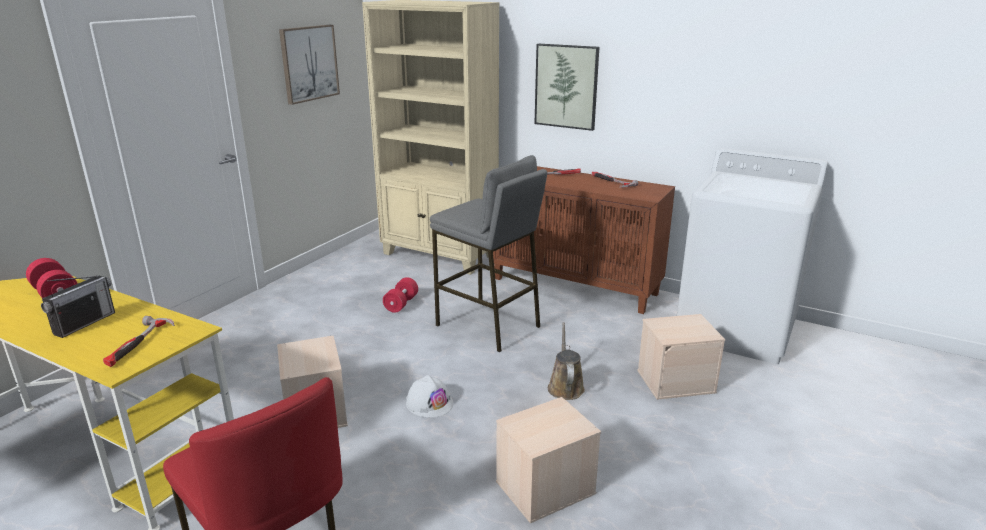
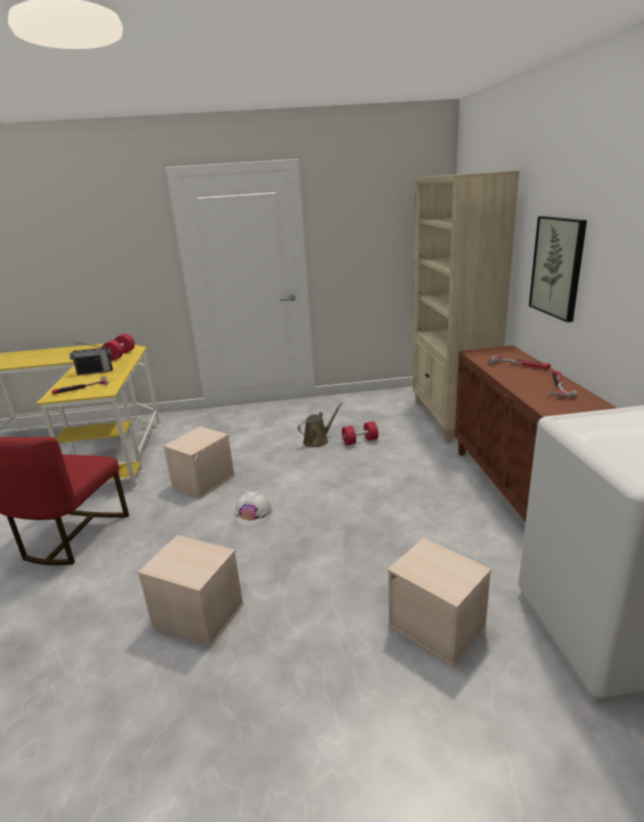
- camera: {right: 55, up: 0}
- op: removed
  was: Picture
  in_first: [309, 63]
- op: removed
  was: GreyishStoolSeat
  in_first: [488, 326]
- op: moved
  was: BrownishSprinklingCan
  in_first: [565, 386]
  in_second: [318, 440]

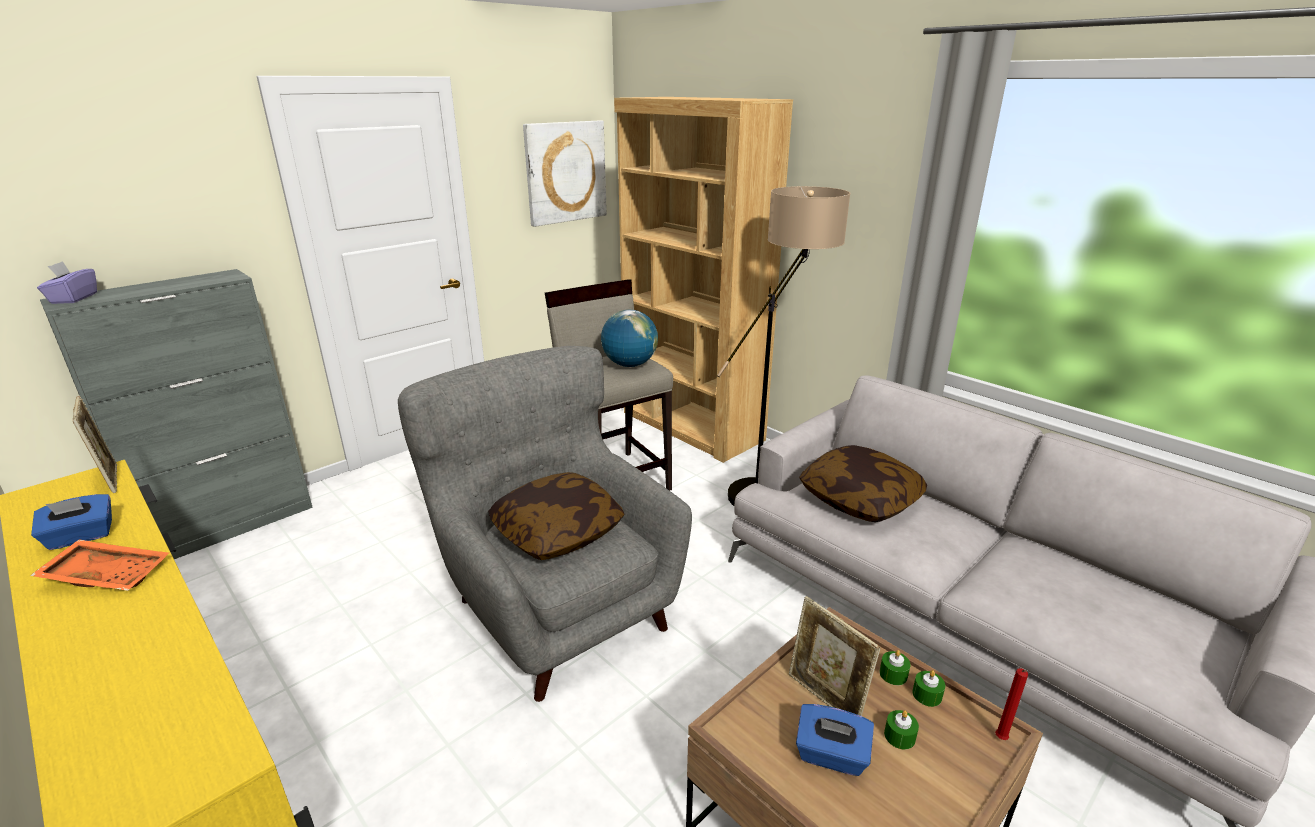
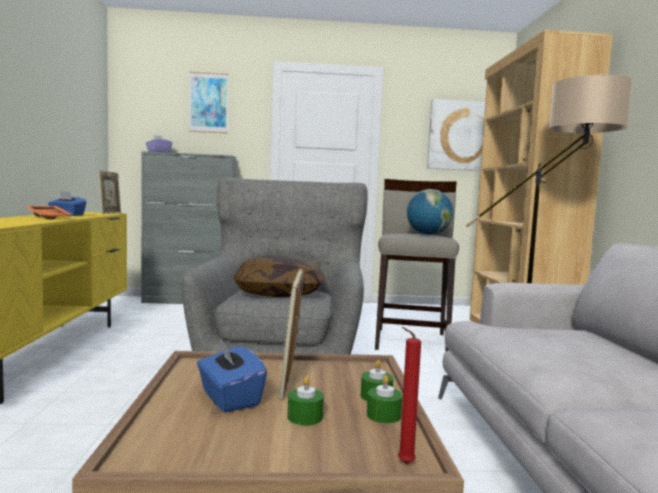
- camera: {right: 40, up: -20}
- op: removed
  was: Pillow
  in_first: [860, 499]
- op: added
  now: Picture
  in_second: [208, 103]

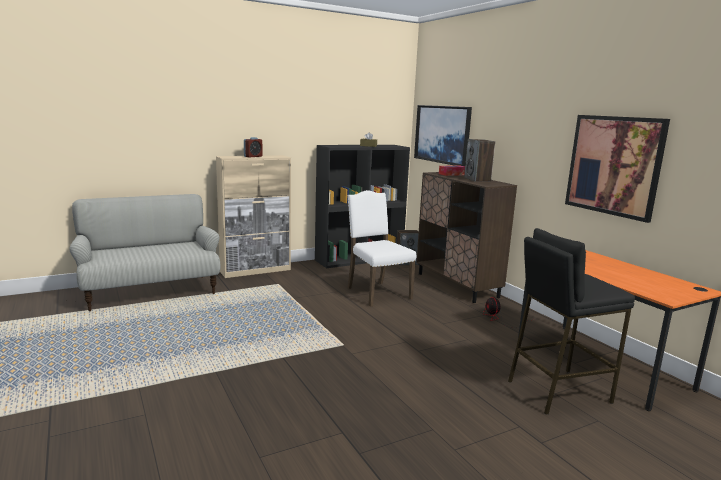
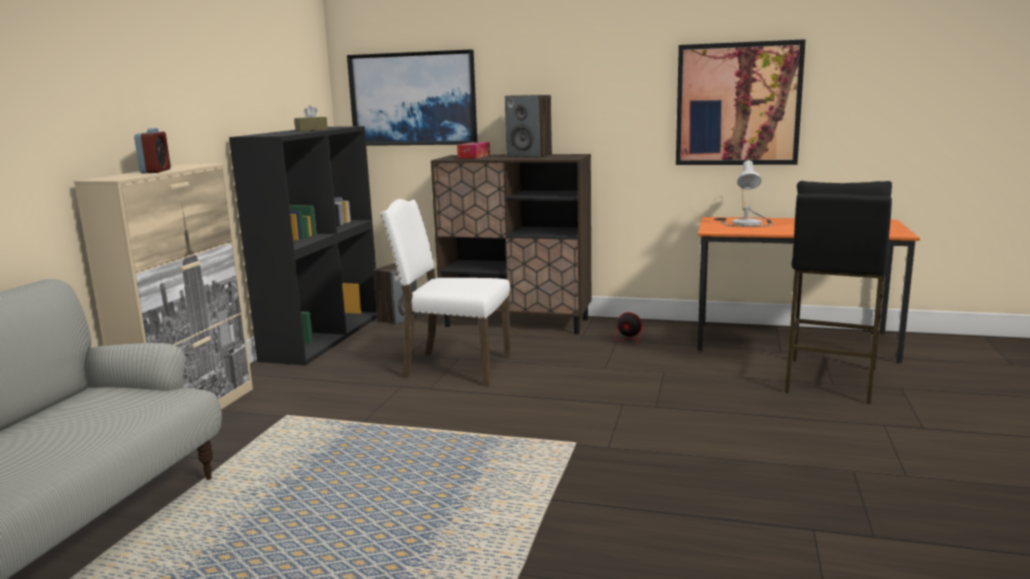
- camera: {right: -45, up: 0}
- op: added
  now: TableLamp
  in_second: [750, 223]

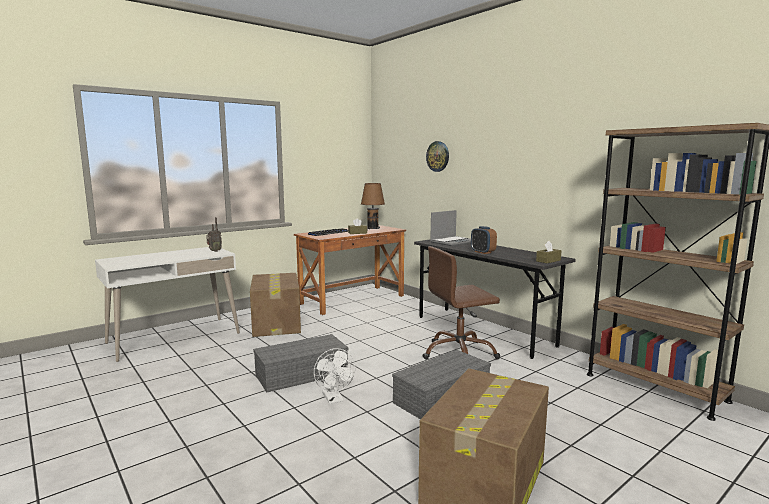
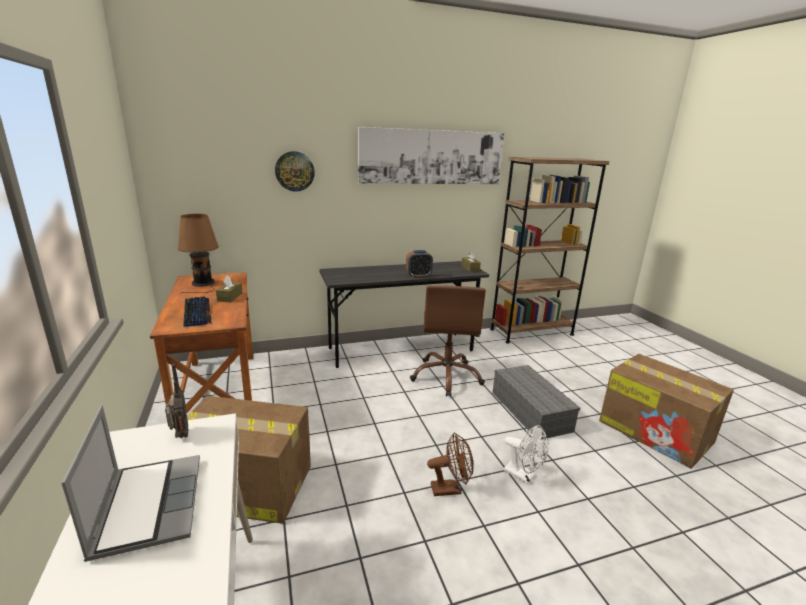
- camera: {right: -70, up: 10}
- op: moved
  was: PortableComputer
  in_first: [452, 242]
  in_second: [148, 504]
- op: replaced
  was: GreyishStorageBox
  now: BrownishElectricFan
  in_first: [302, 373]
  in_second: [450, 488]
- op: turned
  was: WhiteElectricFan
  in_first: [334, 399]
  in_second: [523, 476]
  clockwise: 45
- op: added
  now: Picture
  in_second: [432, 157]

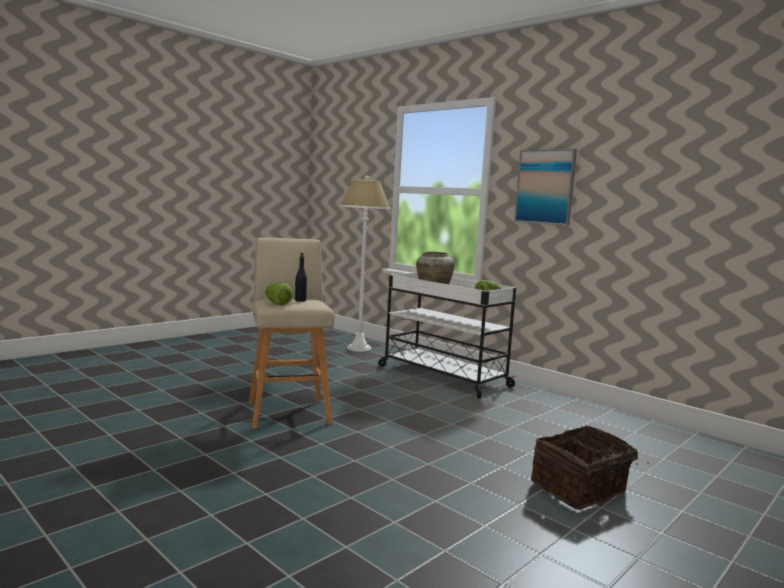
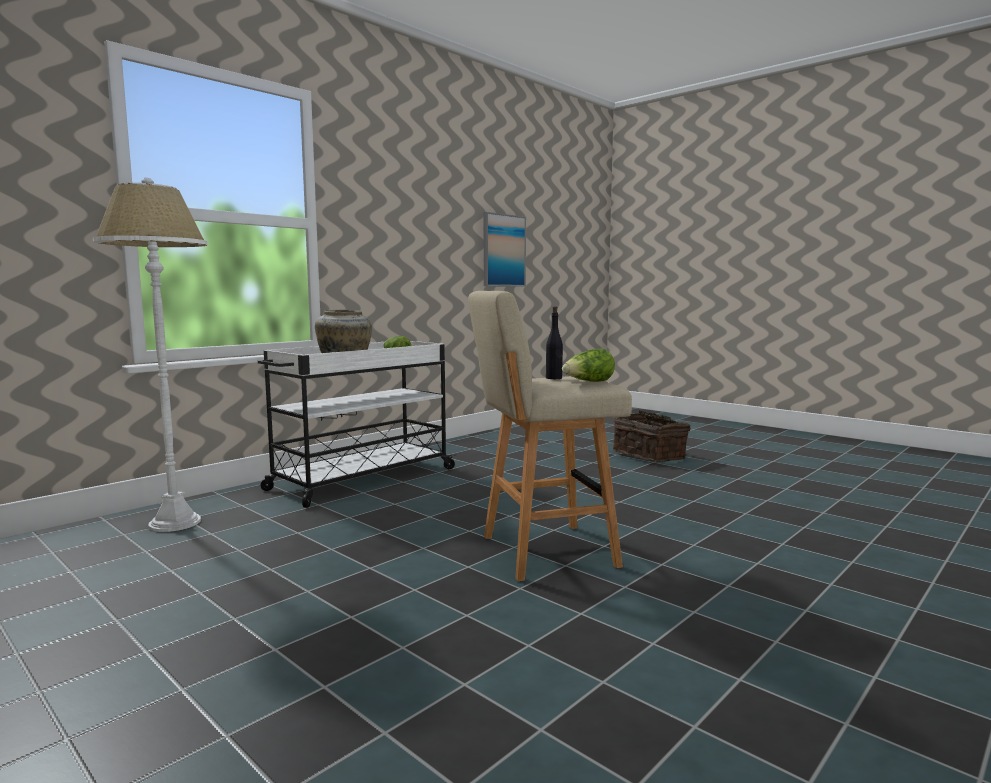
- camera: {right: -90, up: 0}
- op: moved
  was: Picture
  in_first: [545, 187]
  in_second: [503, 250]

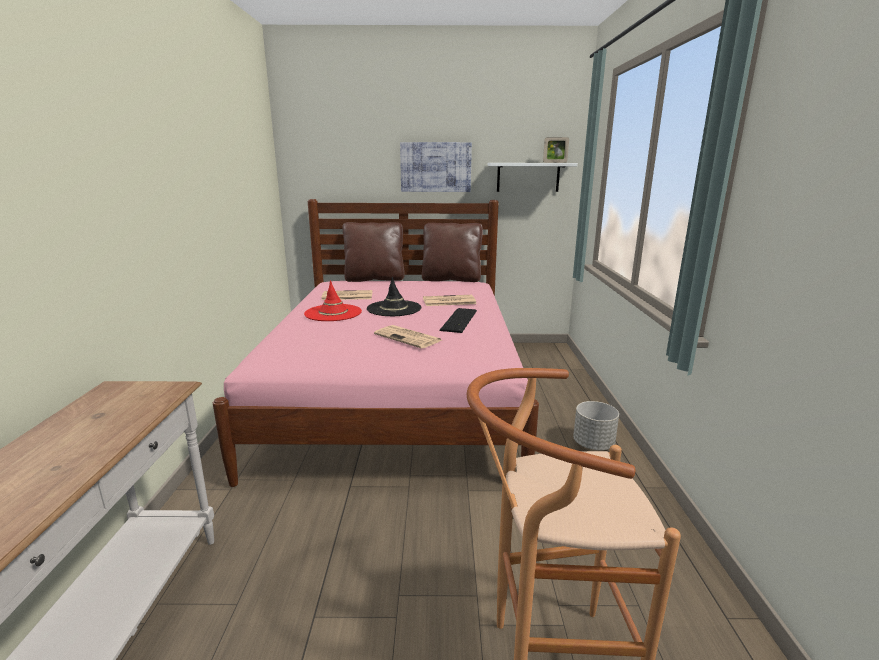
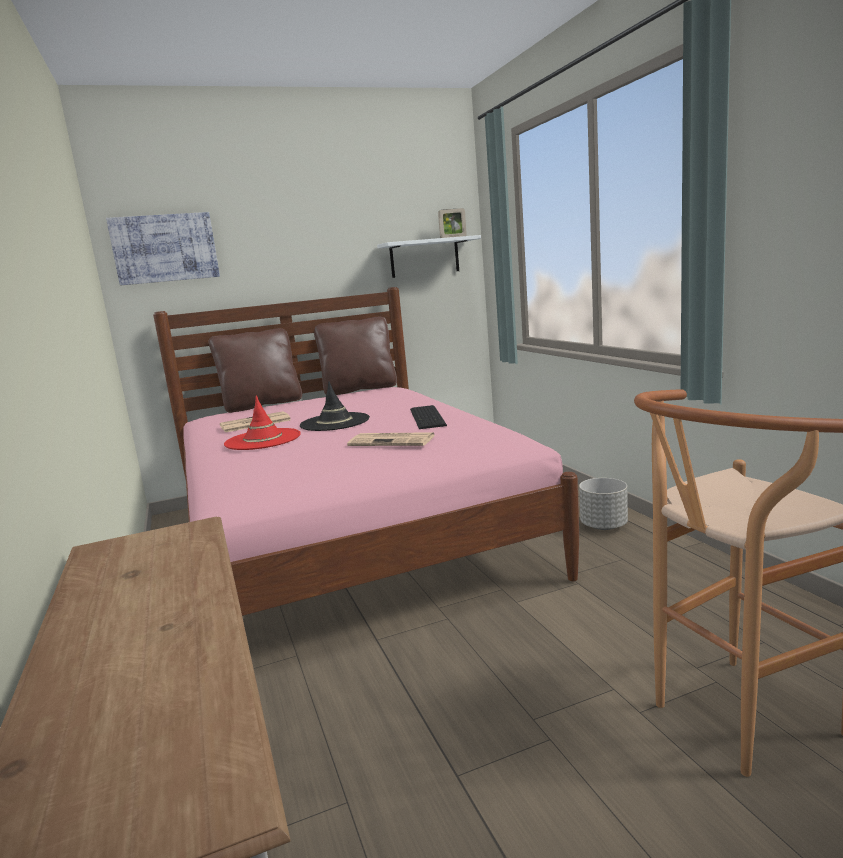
- camera: {right: -20, up: -5}
- op: moved
  was: Picture
  in_first: [435, 167]
  in_second: [165, 248]
- op: removed
  was: DailyPaper
  in_first: [448, 301]

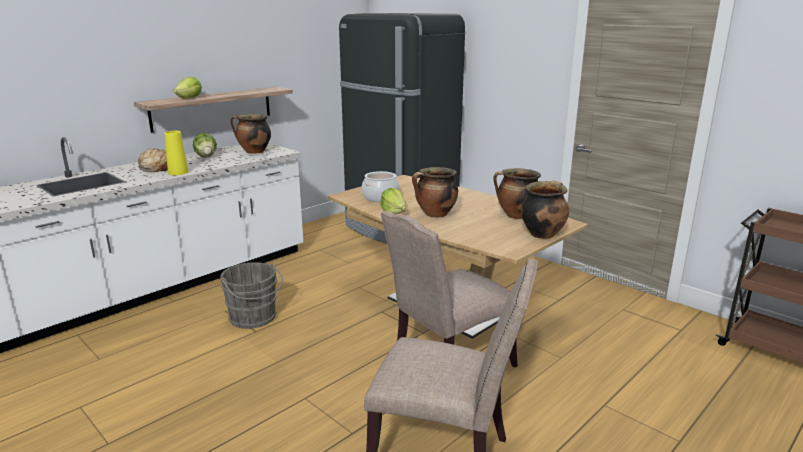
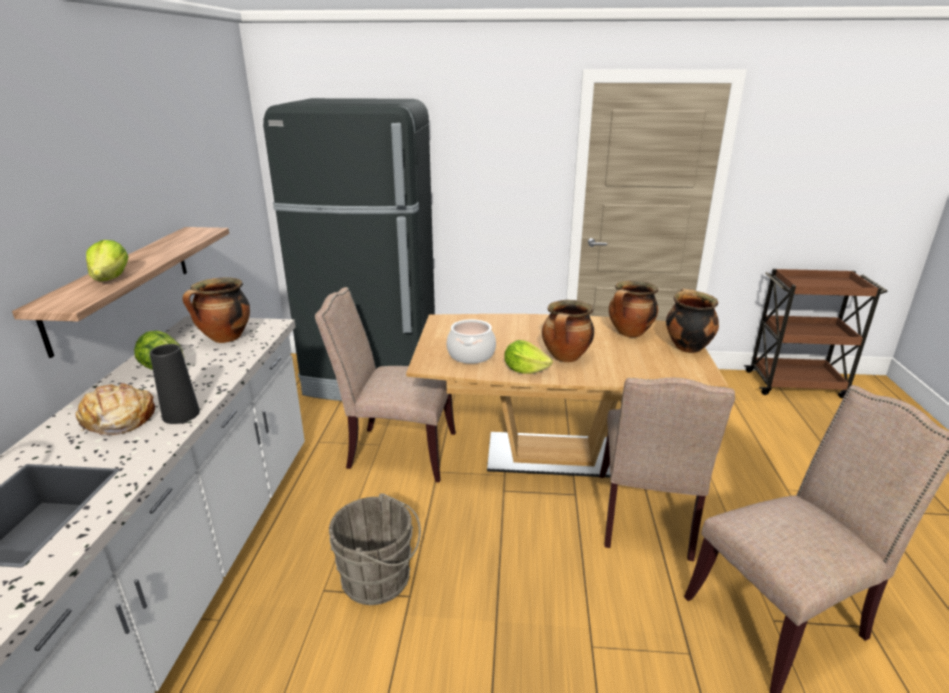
- camera: {right: -40, up: 5}
- op: recoloured
  was: YellowColouredVase
  now: BlackColouredVase
  in_first: [178, 172]
  in_second: [181, 414]
- op: added
  now: SandColouredUprightChair
  in_second: [396, 451]

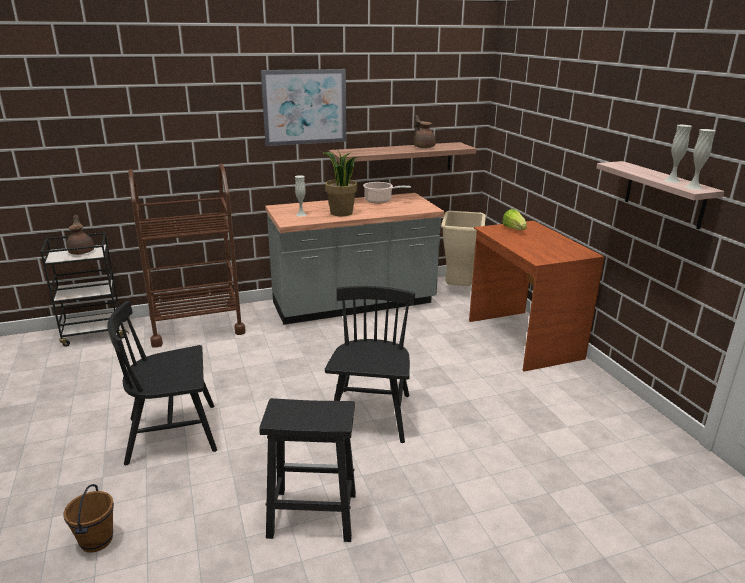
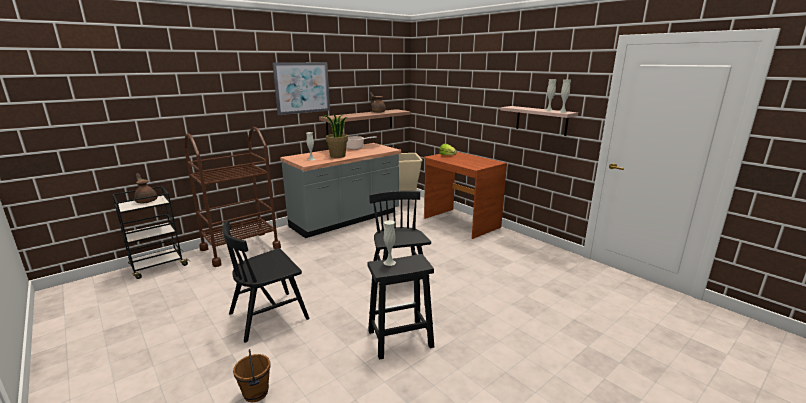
- camera: {right: -20, up: -5}
- op: added
  now: WhiteVase
  in_second: [389, 262]

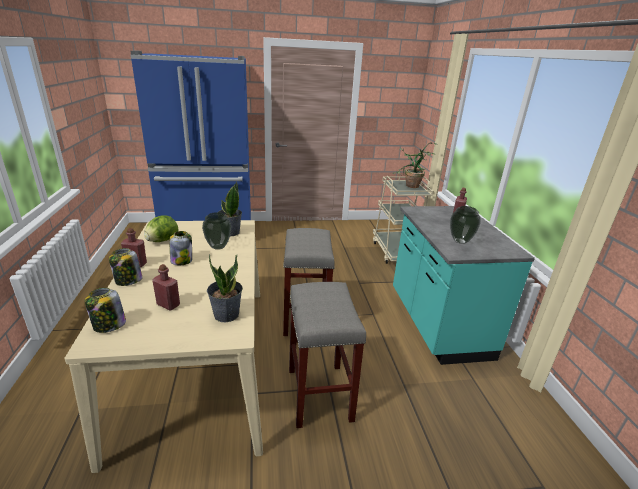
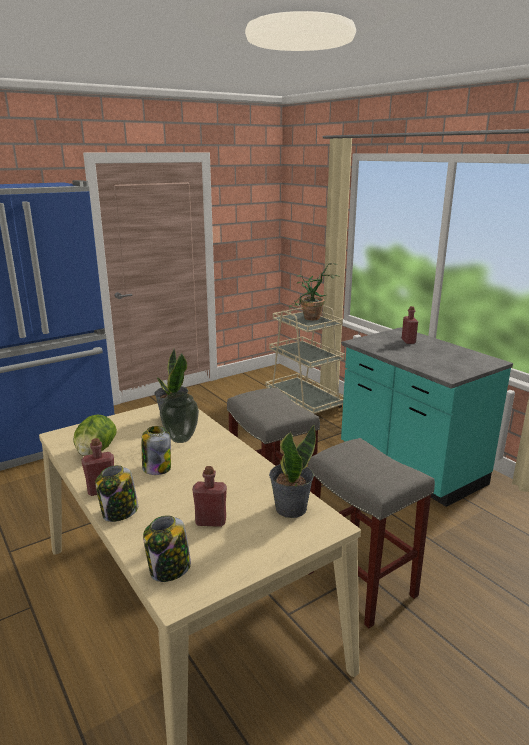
- camera: {right: -25, up: -5}
- op: removed
  was: Vase
  in_first: [459, 241]

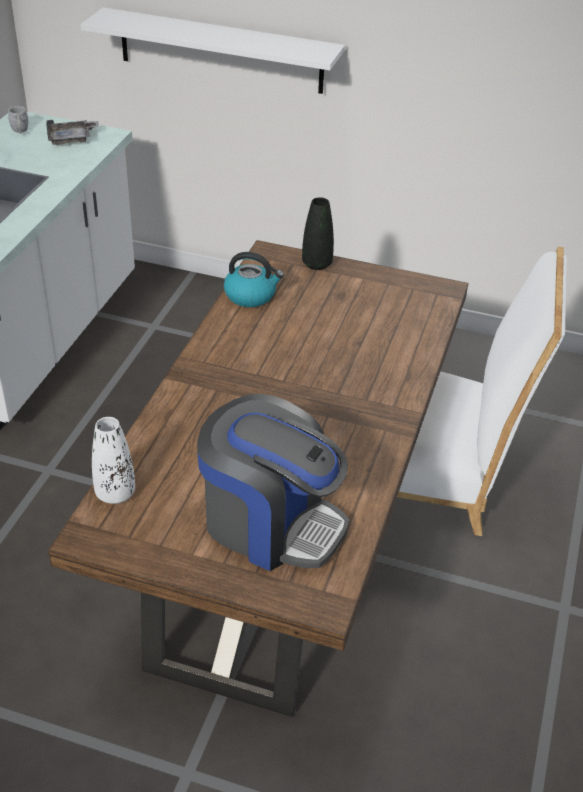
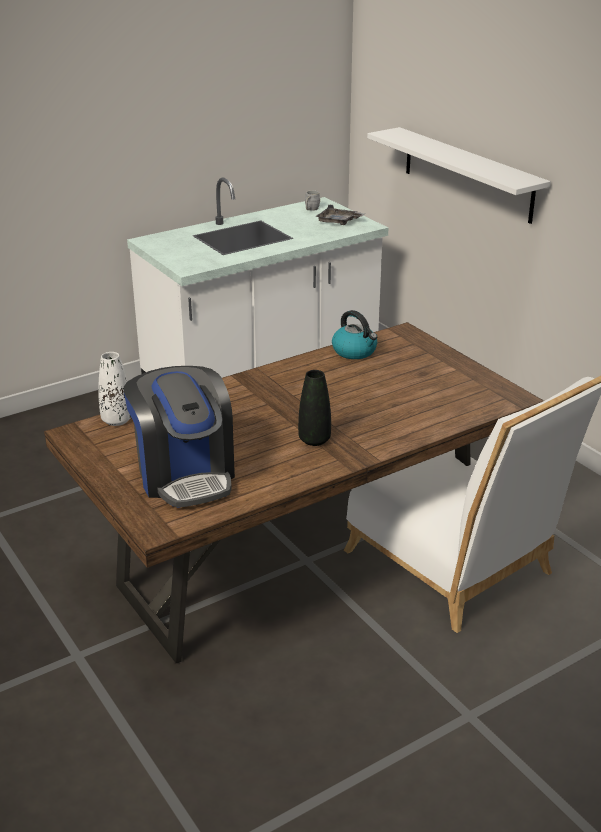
- camera: {right: 40, up: -10}
- op: moved
  was: BlackColouredVase
  in_first: [317, 264]
  in_second: [314, 440]

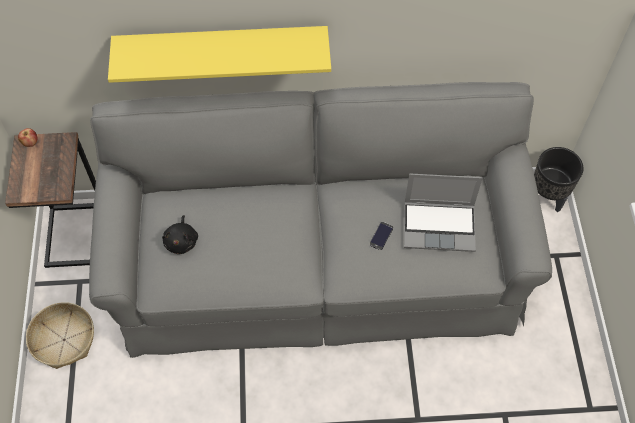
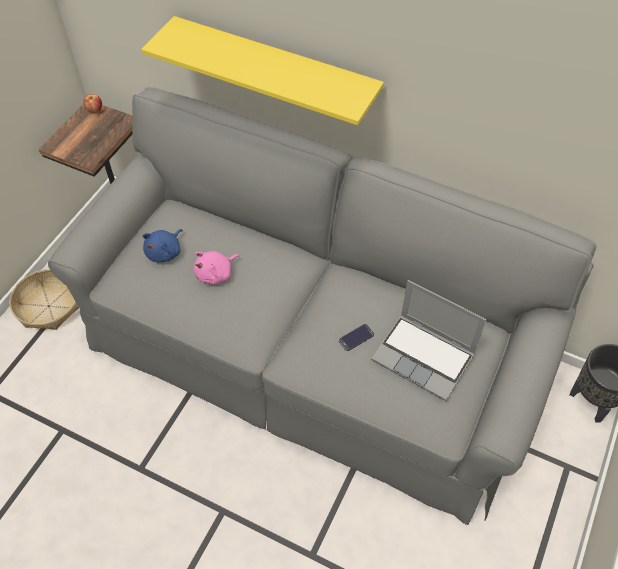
- camera: {right: 30, up: -5}
- op: recoloured
  was: BlackColouredPlushToy
  now: BluePlushToy
  in_first: [182, 241]
  in_second: [165, 252]
- op: added
  now: PinkPlushToy
  in_second: [216, 274]

